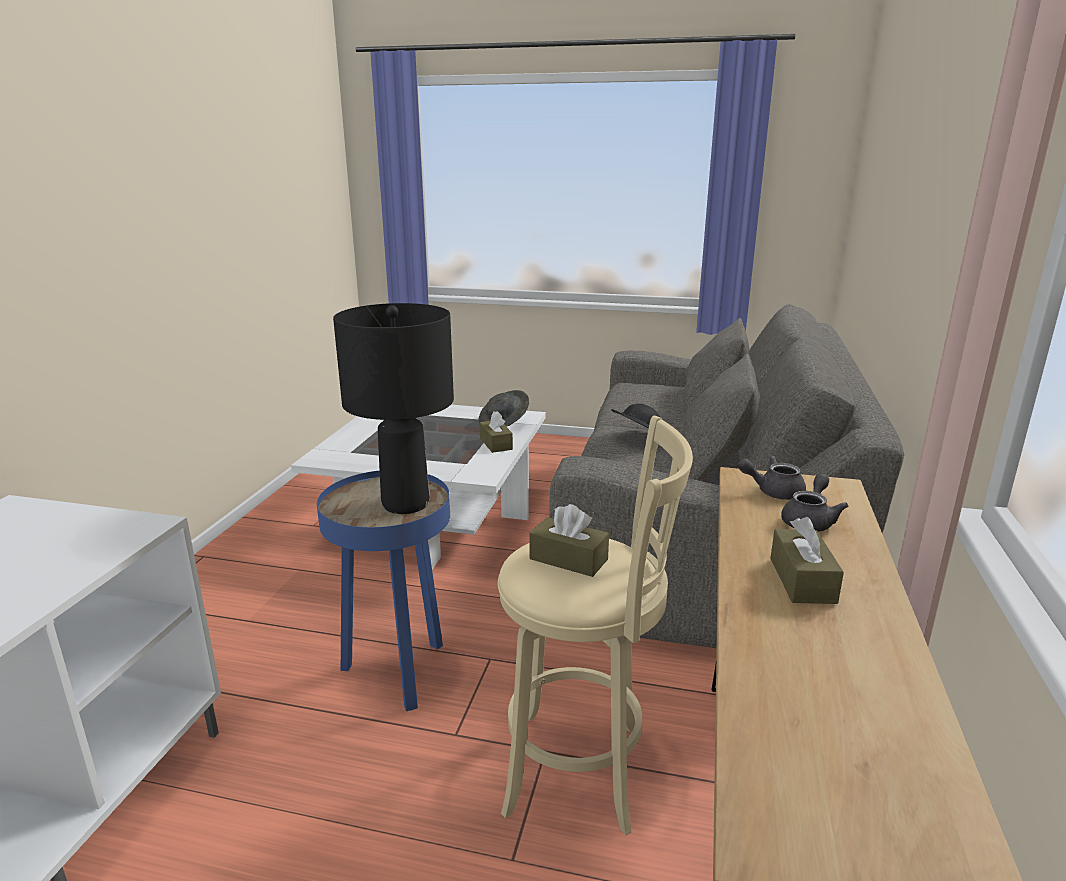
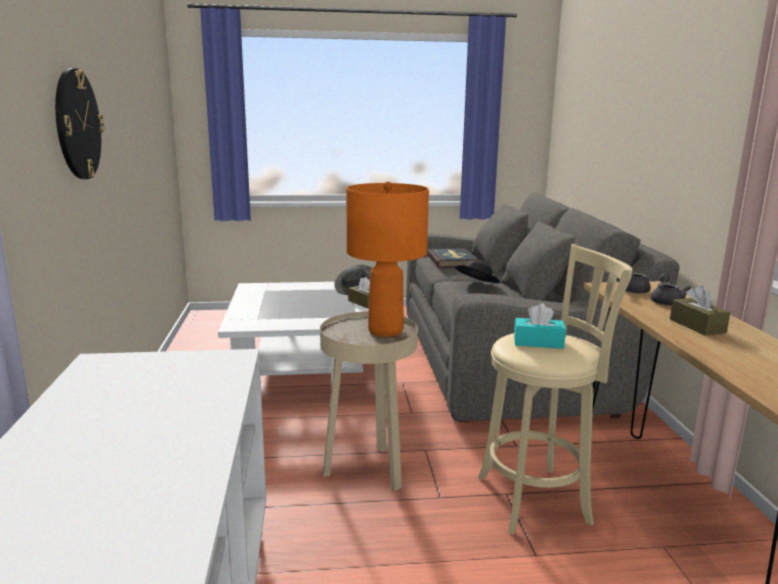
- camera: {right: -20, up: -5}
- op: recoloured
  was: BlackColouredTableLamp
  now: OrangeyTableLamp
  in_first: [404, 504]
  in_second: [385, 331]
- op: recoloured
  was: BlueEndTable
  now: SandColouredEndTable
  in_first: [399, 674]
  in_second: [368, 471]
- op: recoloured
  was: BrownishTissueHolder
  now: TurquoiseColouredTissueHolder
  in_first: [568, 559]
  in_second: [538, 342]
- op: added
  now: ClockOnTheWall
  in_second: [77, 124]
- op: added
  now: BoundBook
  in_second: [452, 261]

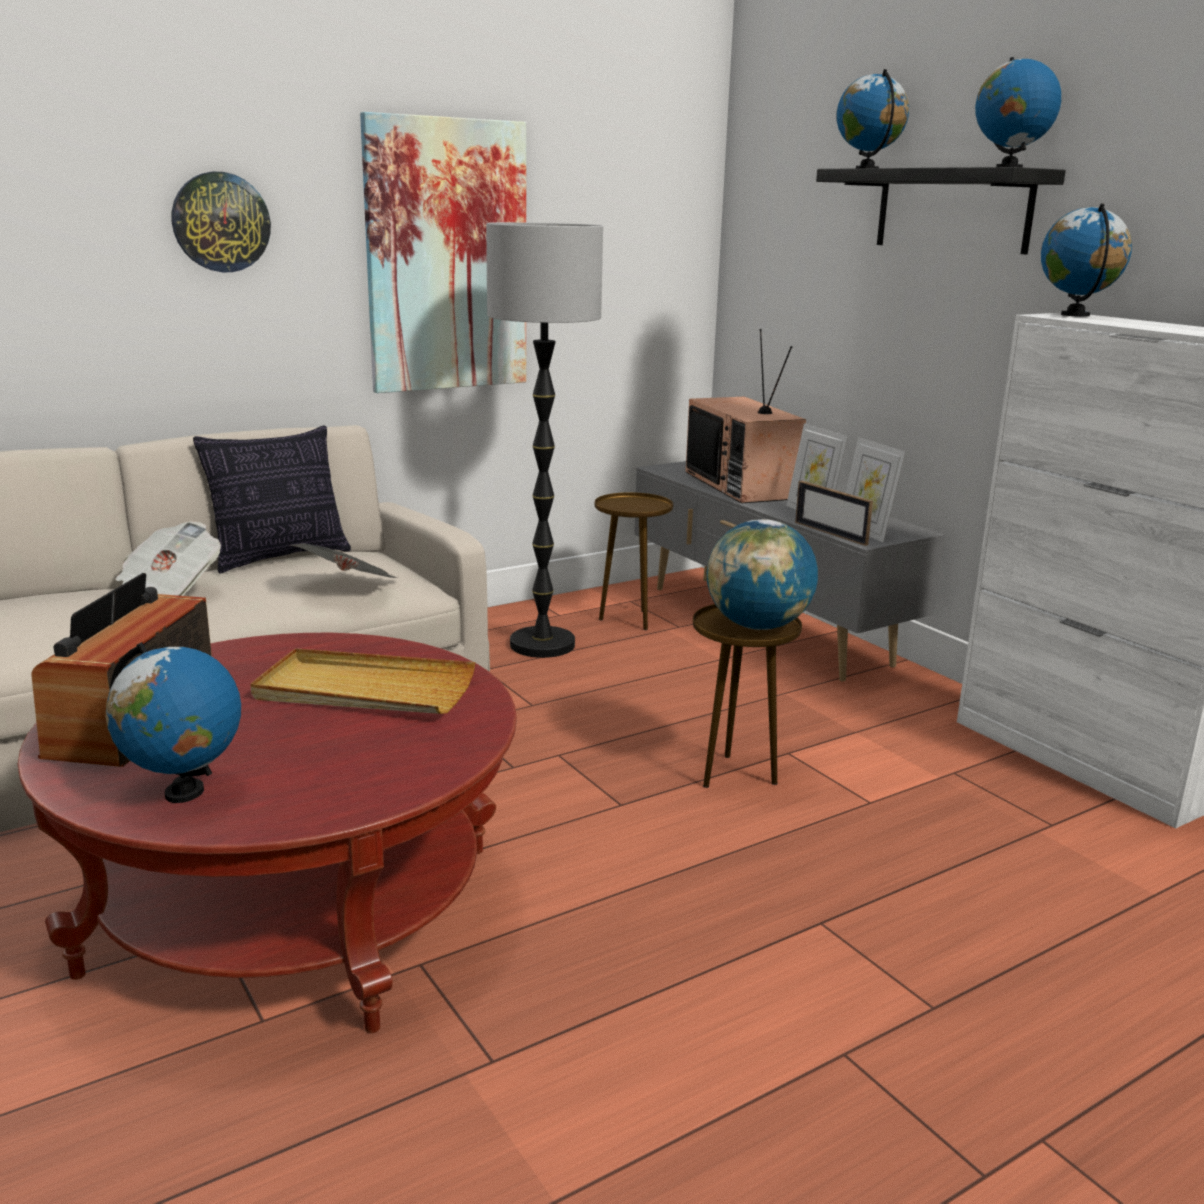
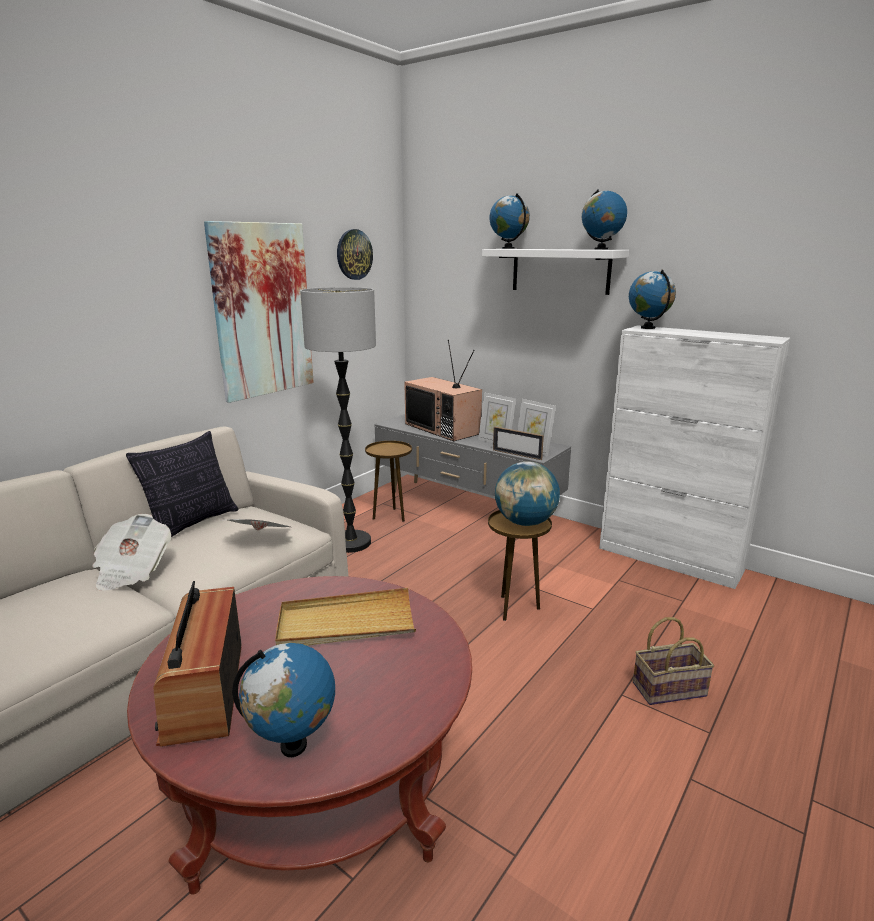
- camera: {right: -20, up: 0}
- op: recoloured
  was: BlackColouredBracketShelf
  now: WhiteBracketShelf
  in_first: [952, 210]
  in_second: [560, 270]
- op: moved
  was: ClockOnTheWall
  in_first: [221, 222]
  in_second: [354, 254]
- op: added
  now: HouseholdBasket
  in_second: [670, 688]

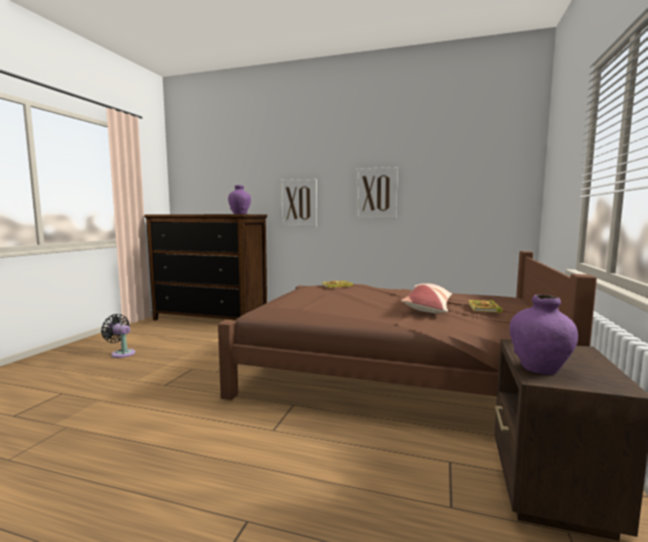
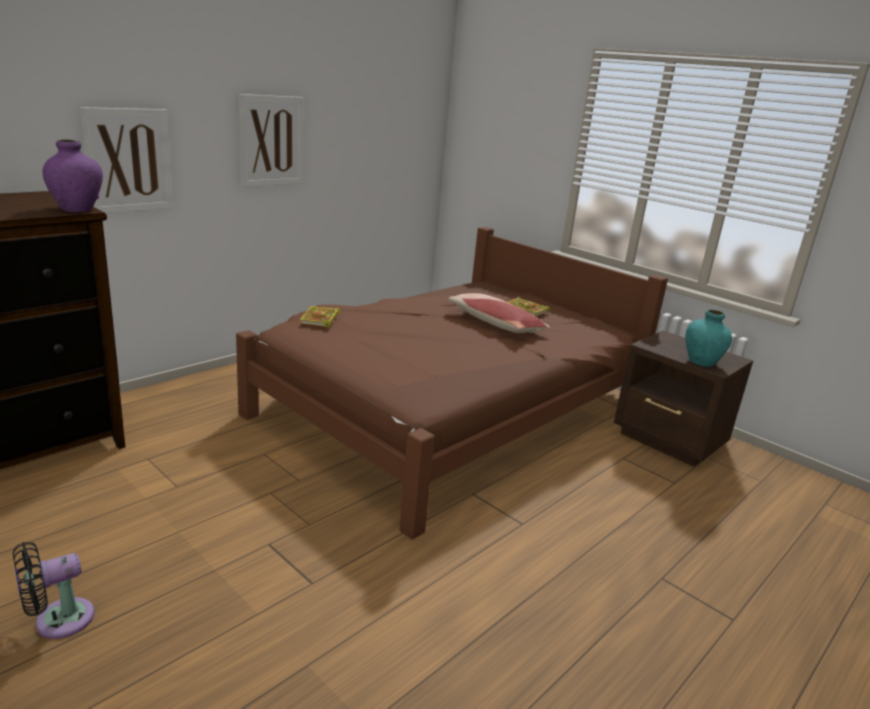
- camera: {right: -65, up: 15}
- op: recoloured
  was: PurplishVase
  now: TurquoiseColouredVase
  in_first: [539, 369]
  in_second: [701, 362]

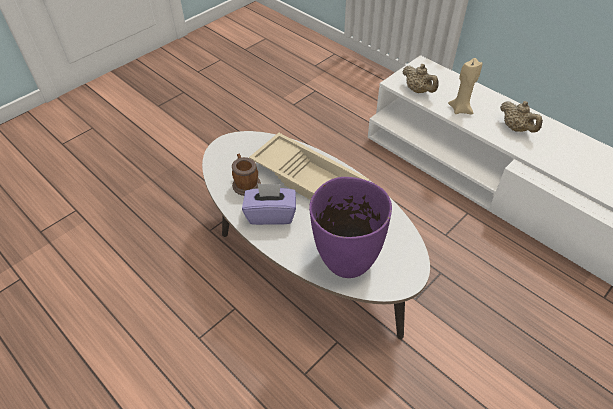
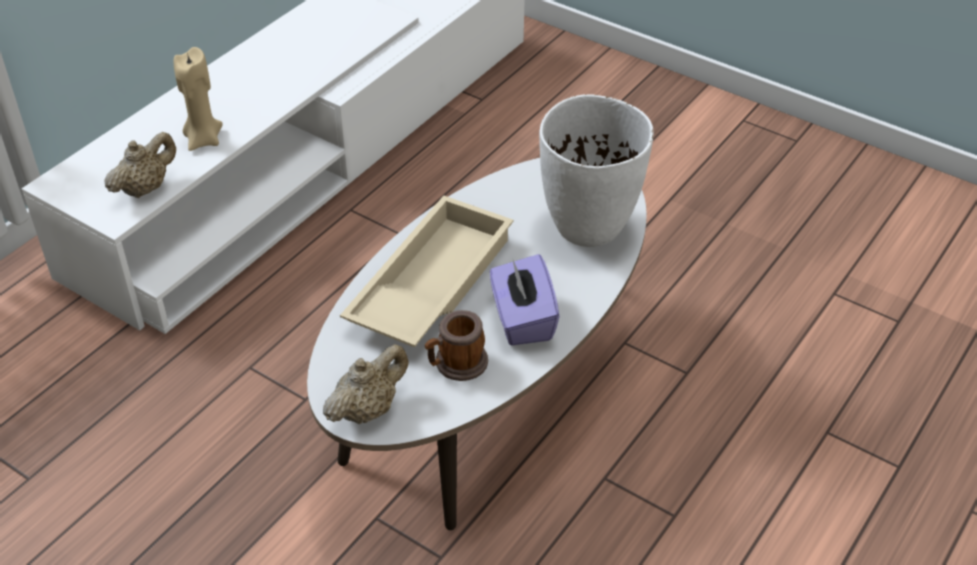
- camera: {right: -100, up: -5}
- op: moved
  was: SandColouredTeaPot
  in_first: [516, 128]
  in_second: [367, 409]
- op: recoloured
  was: PurplishVase
  now: WhiteVase
  in_first: [346, 261]
  in_second: [589, 228]

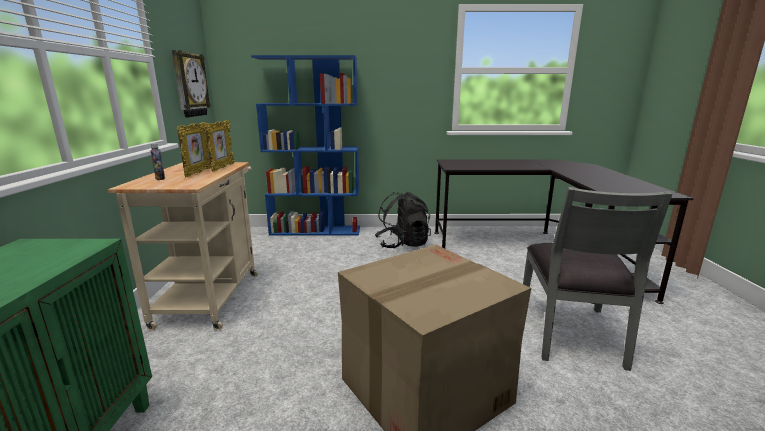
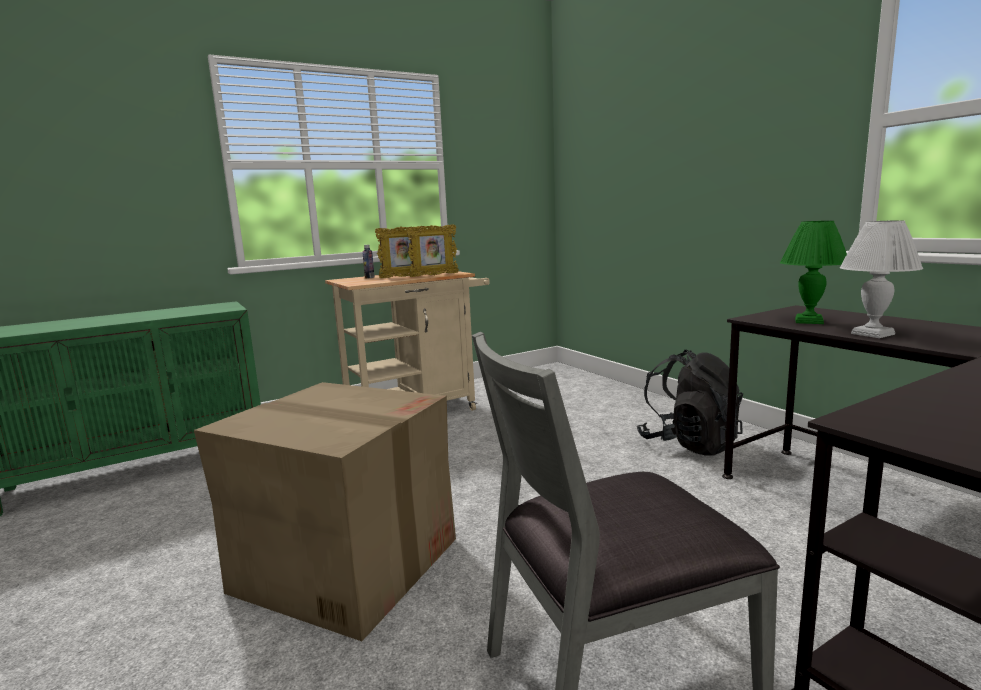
- camera: {right: 60, up: -5}
- op: removed
  was: ClockOnTheWall
  in_first: [189, 85]
- op: removed
  was: BlueShelvingUnit
  in_first: [316, 230]
- op: added
  now: WhiteTableLamp
  in_second: [874, 334]
- op: added
  now: GreenColouredTableLamp
  in_second: [808, 321]

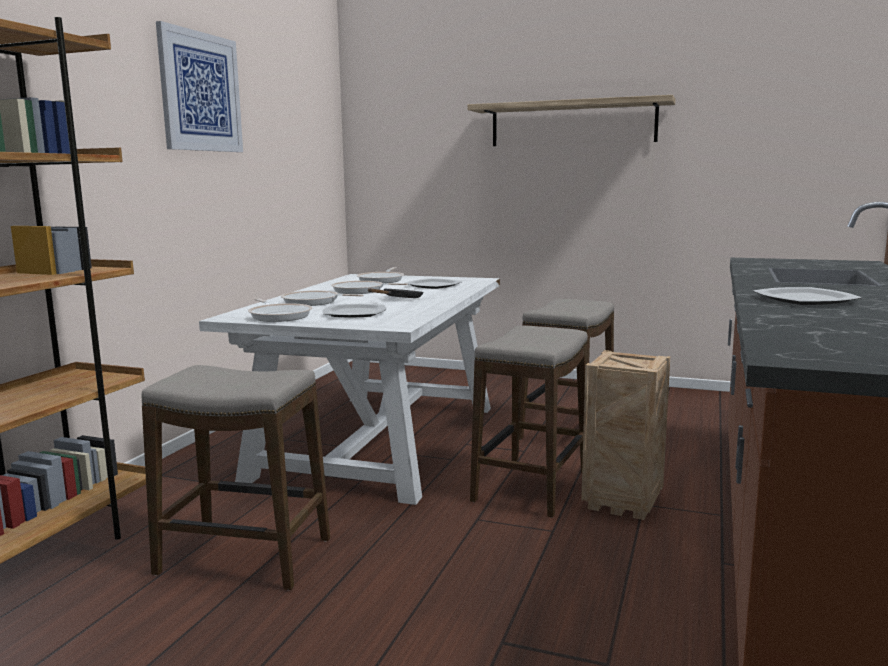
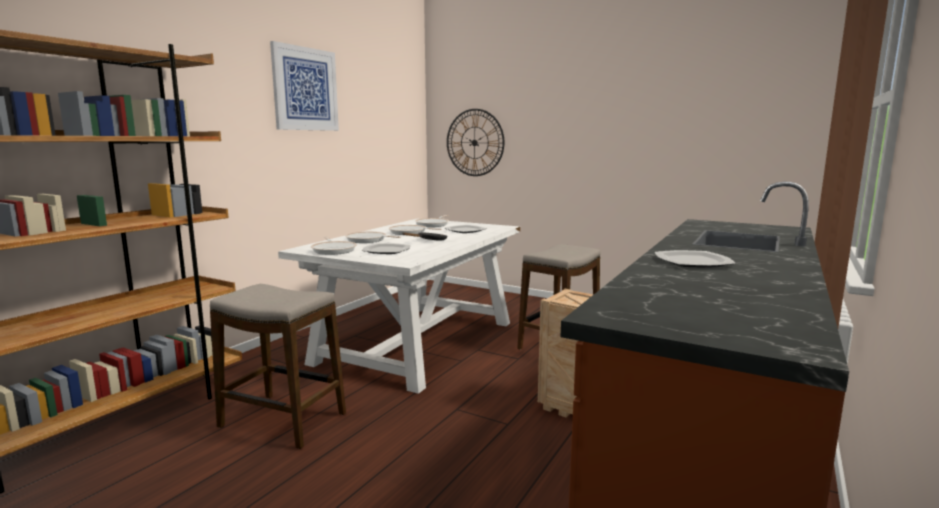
- camera: {right: 10, up: 0}
- op: removed
  was: BracketShelf
  in_first: [572, 123]
- op: removed
  was: StoolSeat
  in_first: [532, 486]
- op: added
  now: ClockOnTheWall
  in_second: [474, 142]

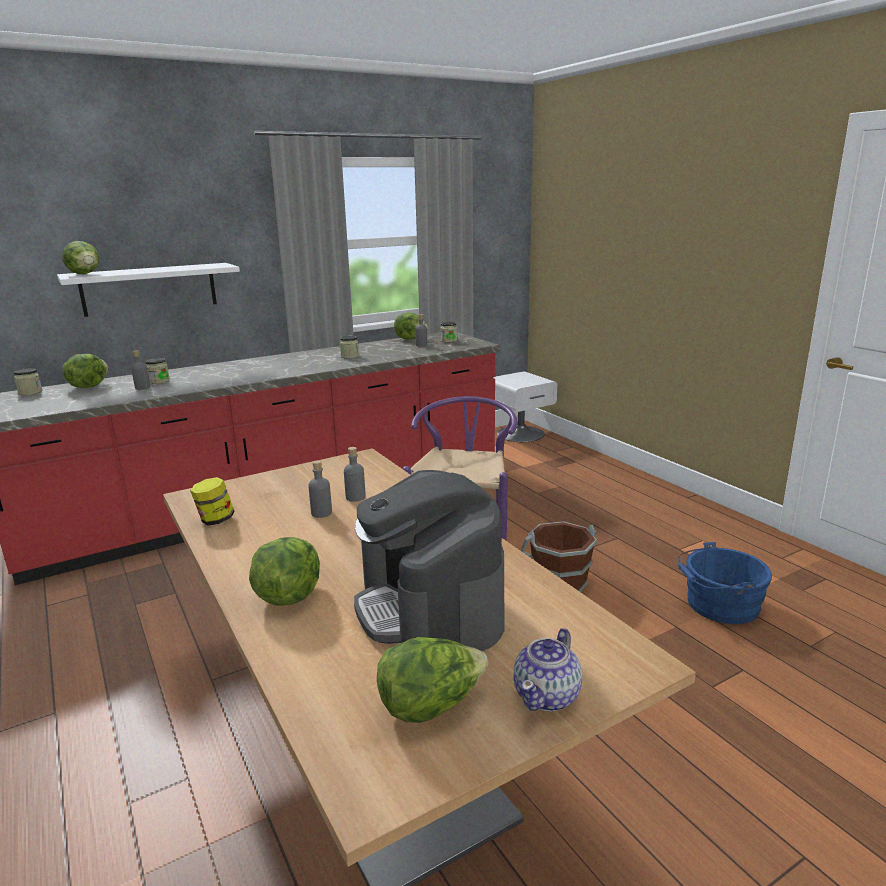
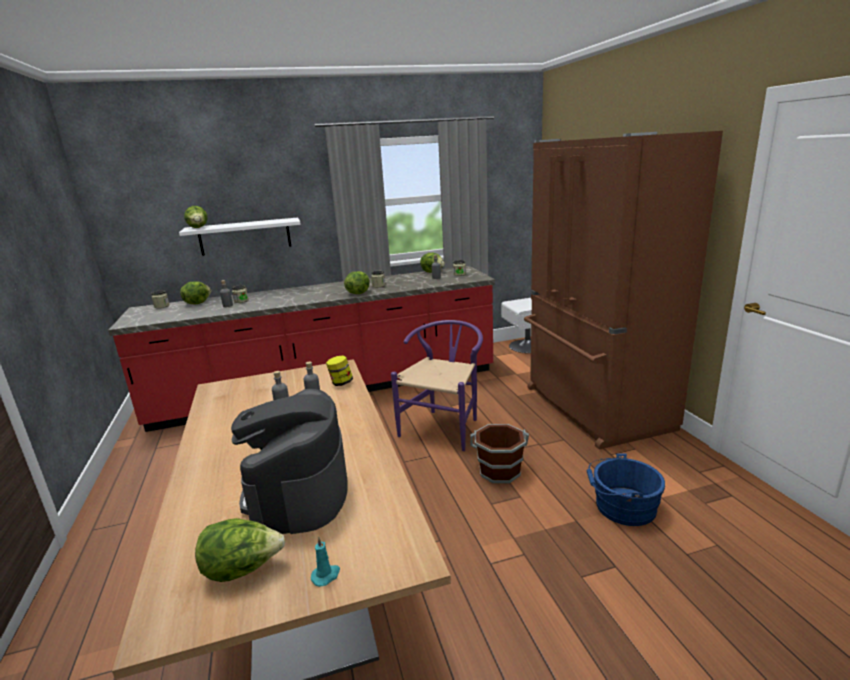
- camera: {right: 15, up: 0}
- op: moved
  was: StorageJar
  in_first: [215, 520]
  in_second: [341, 383]
- op: moved
  was: Lettuce
  in_first: [288, 596]
  in_second: [358, 293]
- op: replaced
  was: TeaPot
  now: TurquoiseColouredWaxLight
  in_first: [547, 695]
  in_second: [326, 575]
- op: added
  now: BrownishRefrigerator
  in_second: [593, 408]

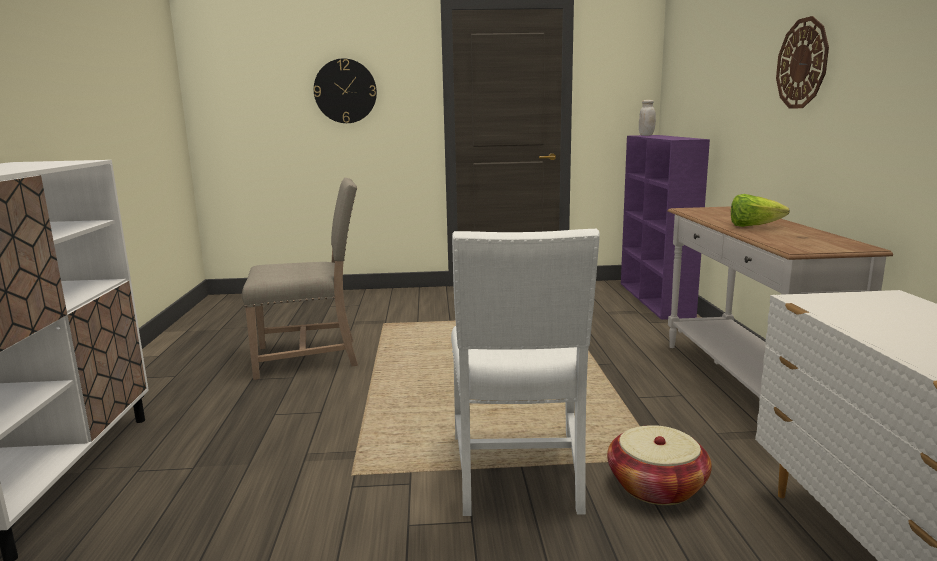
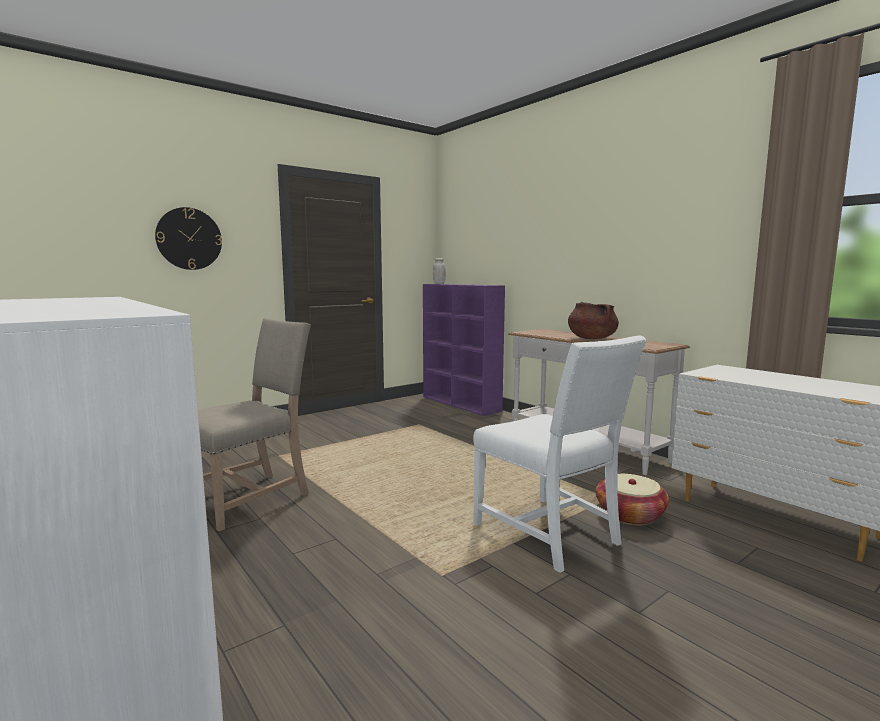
- camera: {right: -35, up: -5}
- op: removed
  was: ClockOnTheWall
  in_first: [802, 63]
- op: replaced
  was: Lettuce
  now: BrownishSaucepot
  in_first: [753, 226]
  in_second: [591, 338]

